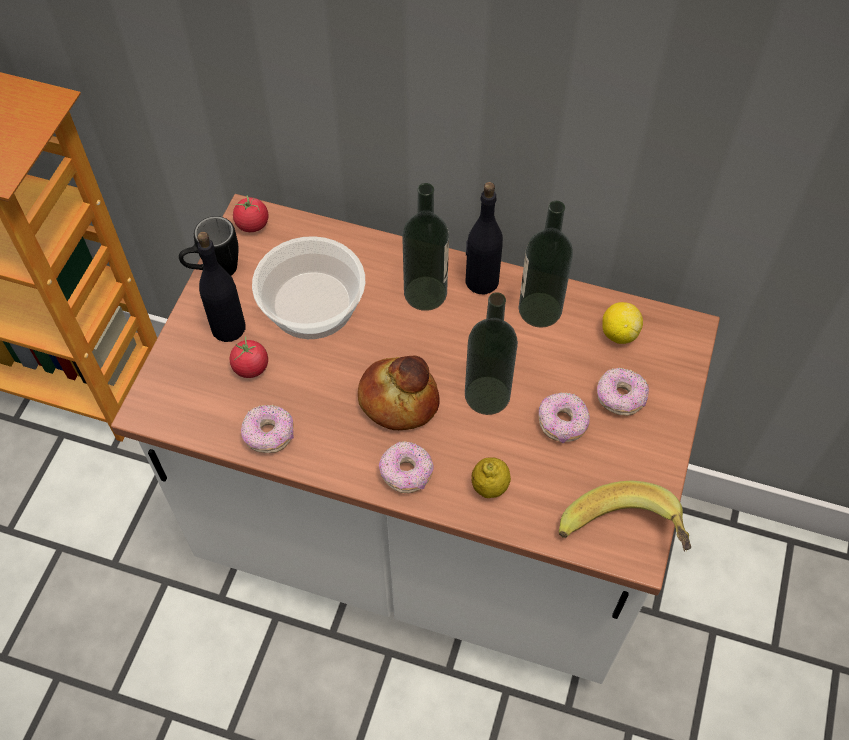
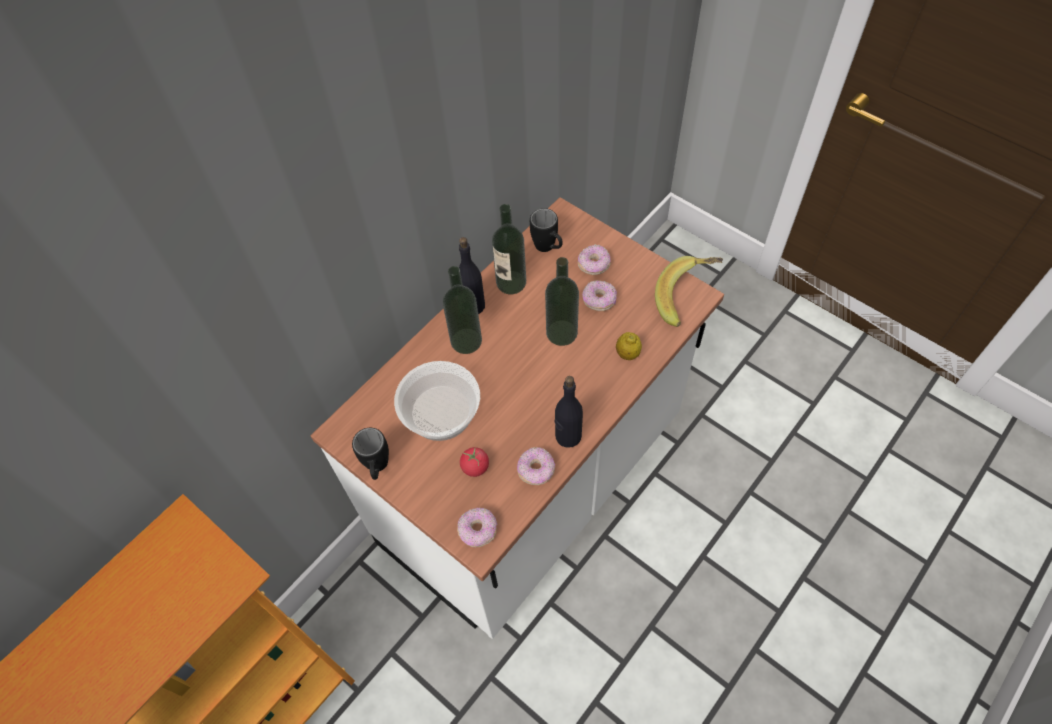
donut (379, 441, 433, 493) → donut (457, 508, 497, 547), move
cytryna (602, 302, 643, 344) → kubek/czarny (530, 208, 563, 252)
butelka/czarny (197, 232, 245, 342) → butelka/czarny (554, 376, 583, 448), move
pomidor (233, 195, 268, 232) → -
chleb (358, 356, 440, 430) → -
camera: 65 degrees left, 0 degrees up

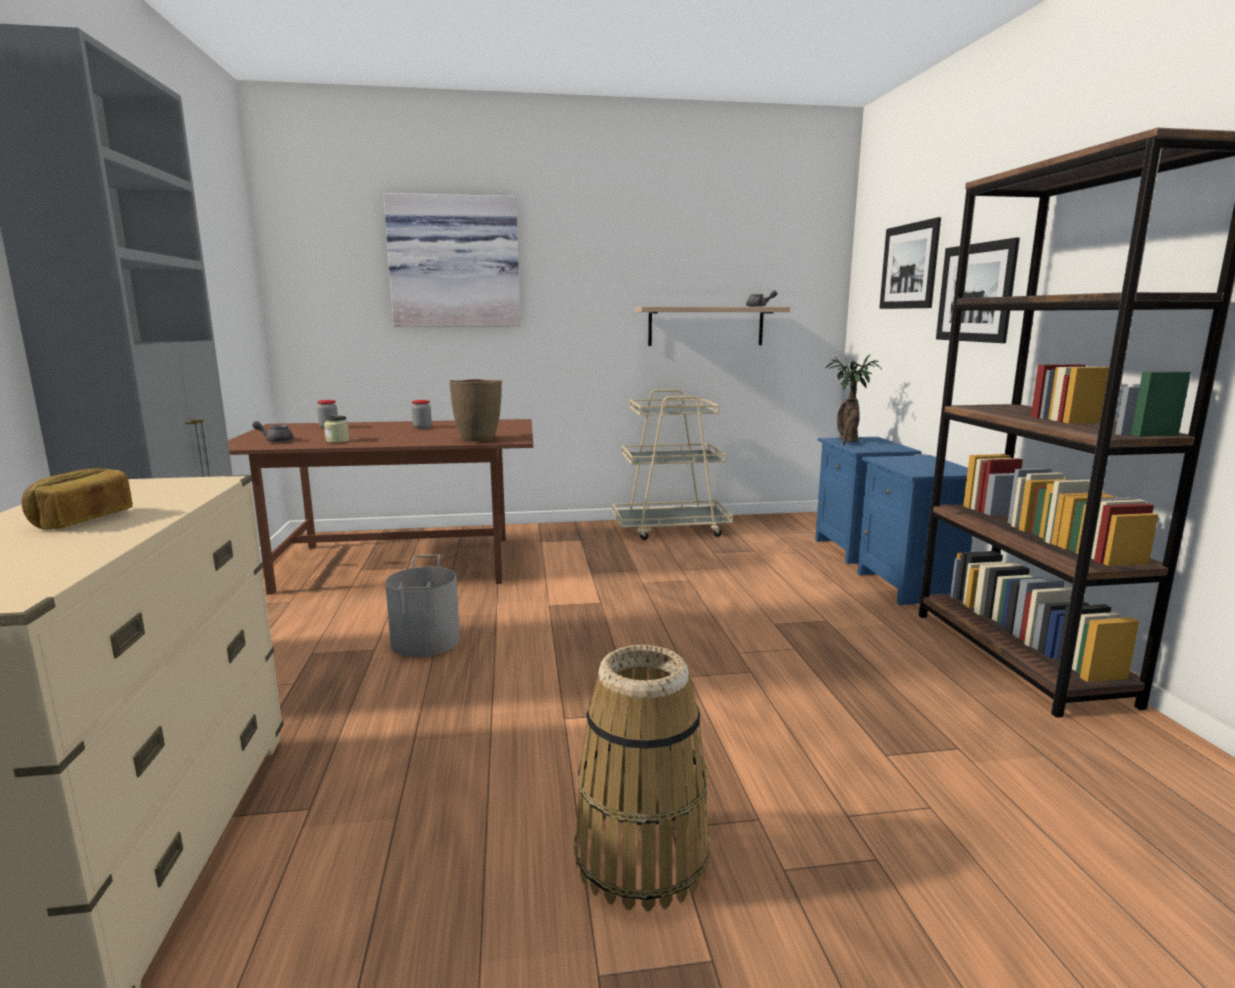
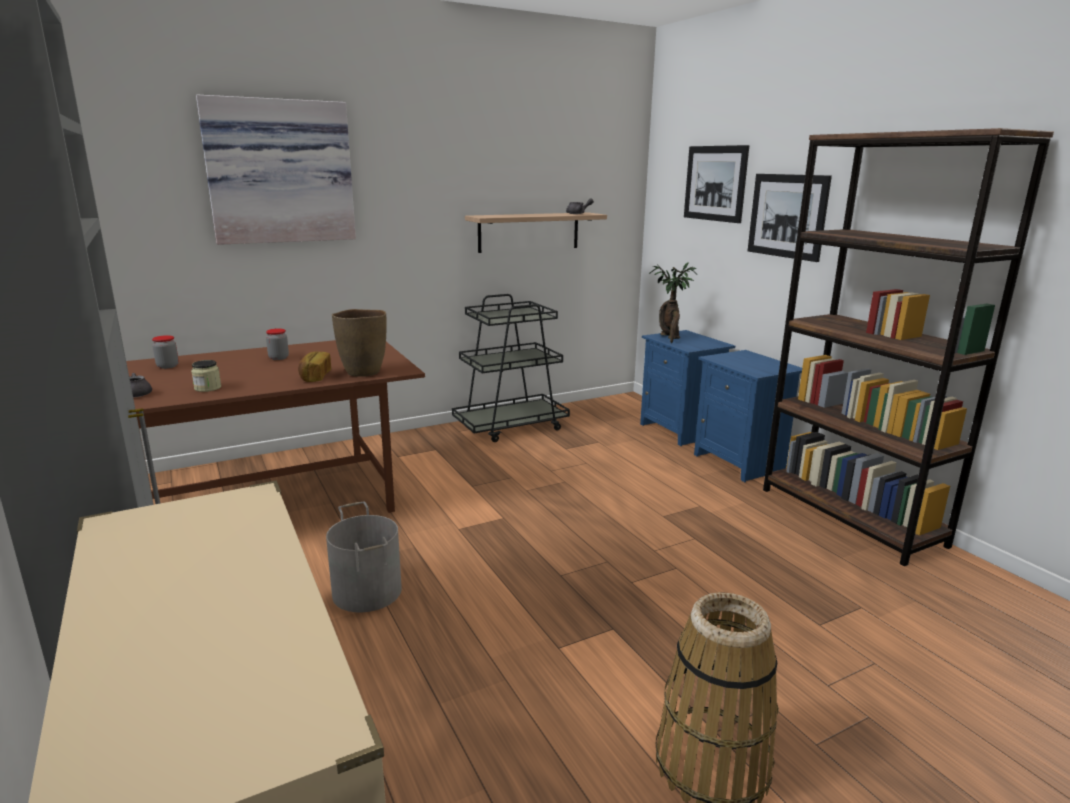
chleb (22, 468, 133, 530) → chleb (298, 352, 331, 382), move
wózek/beżowy (613, 389, 733, 540) → wózek/czarny (452, 294, 570, 442)
camera: 20 degrees left, 5 degrees up

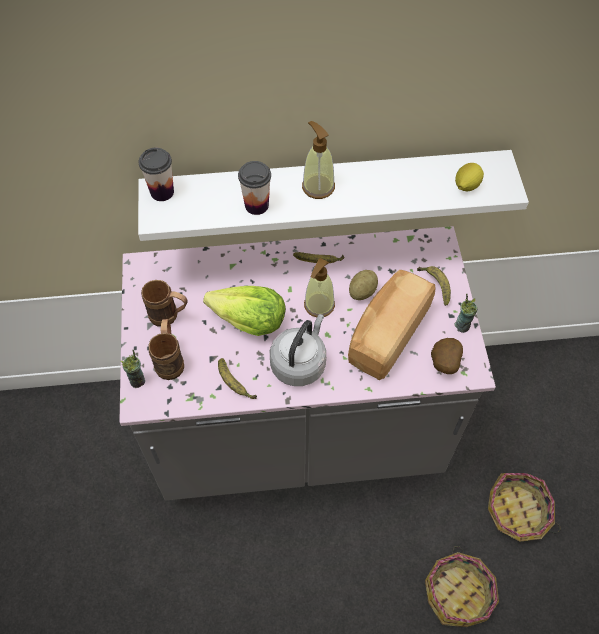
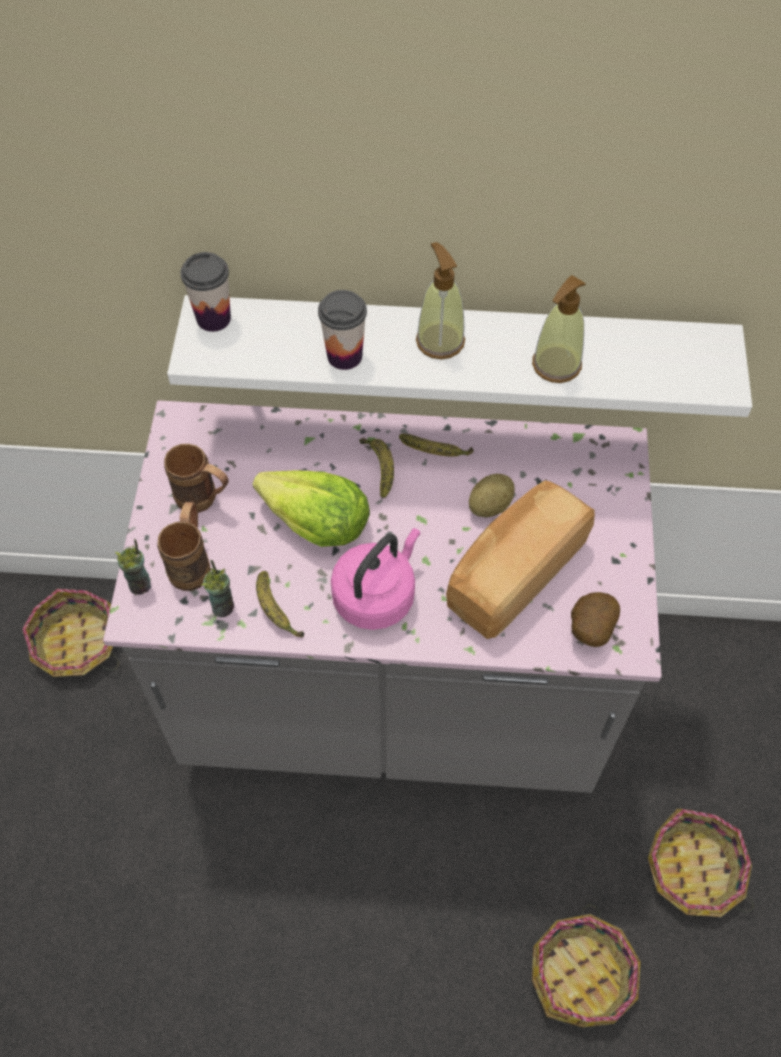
- → koszyk (22, 589, 120, 677)
filiżanka (454, 294, 477, 333) → filiżanka (201, 560, 234, 617), move
czajnik/szary (270, 314, 326, 386) → czajnik/różowy (331, 528, 420, 630)
banan (417, 266, 451, 306) → banan (359, 438, 394, 498), move
dozownik mydła (304, 258, 335, 317) → dozownik mydła (532, 275, 586, 383), move
cytryna (455, 163, 484, 191) → -
camera: 10 degrees right, 0 degrees up

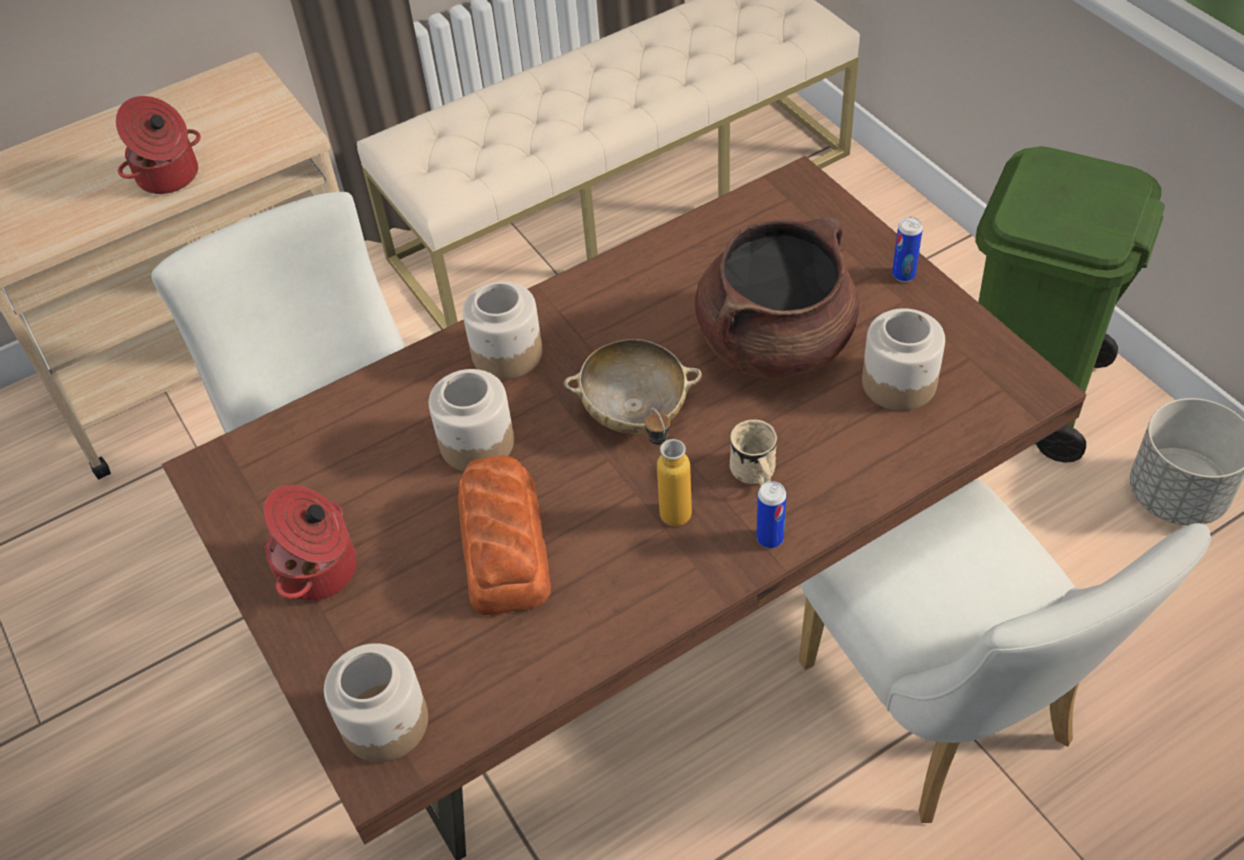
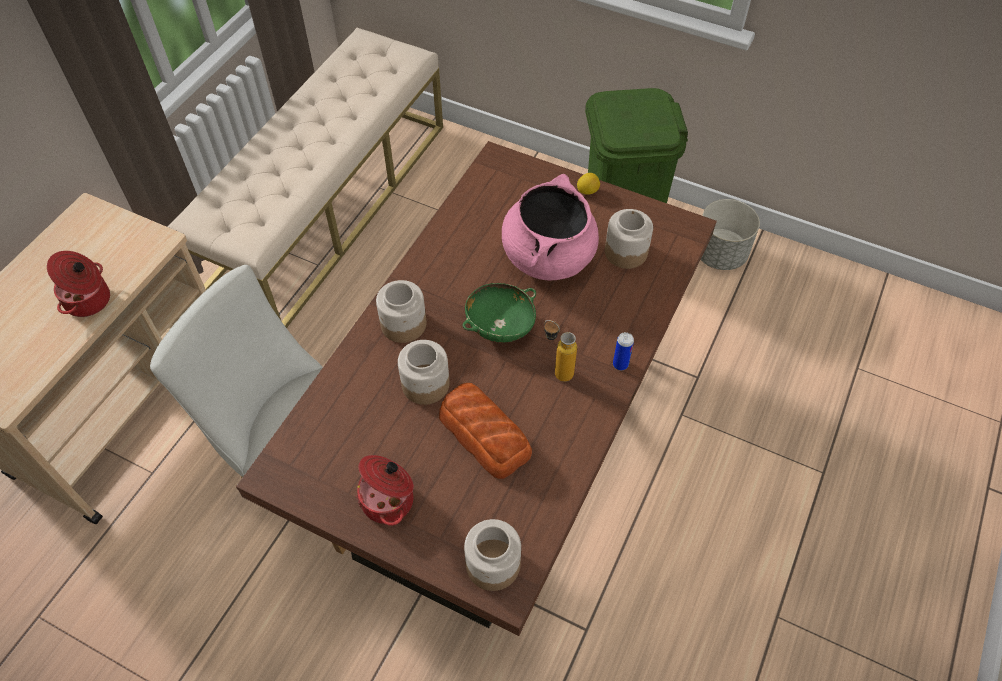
miska/beżowy (563, 339, 702, 434) → miska/zielony (462, 283, 536, 343)
garnek/brązowy (695, 218, 859, 379) → garnek/różowy (502, 174, 599, 281)
puszka (892, 217, 923, 282) → cytryna (577, 173, 600, 195)
kubek/beżowy (730, 419, 777, 486) → -
krzesło/biały (799, 480, 1211, 823) → -
camera: 35 degrees left, 5 degrees up

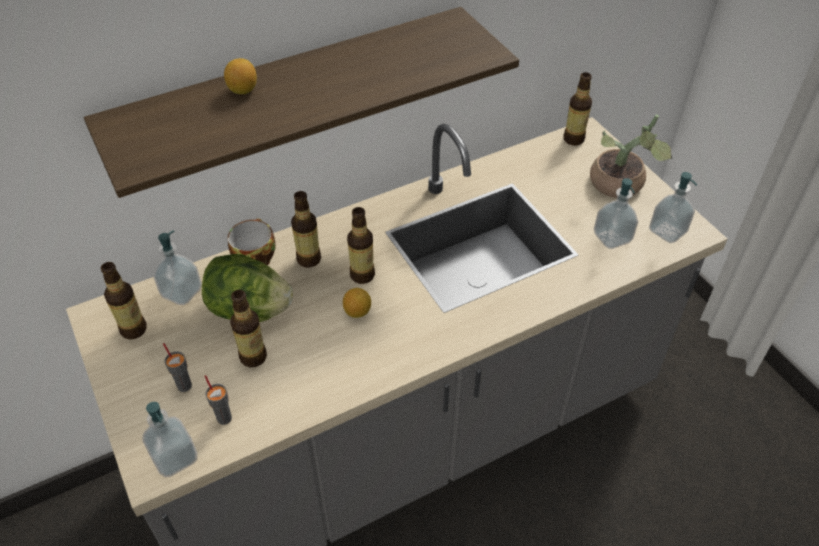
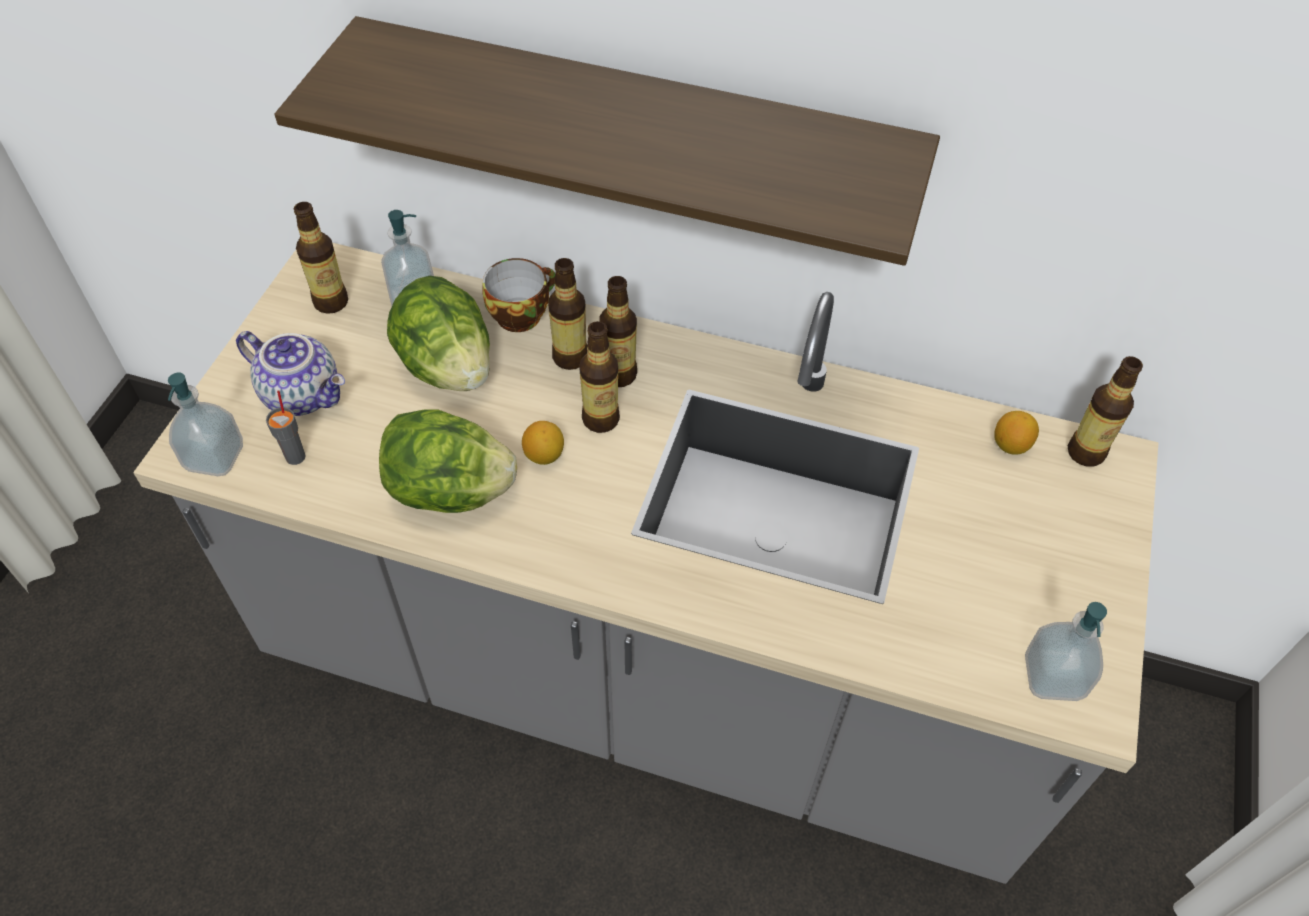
filiżanka/szary (163, 343, 192, 392) → imbryk (236, 331, 345, 416)
- → sałata (379, 410, 517, 513)
butelka (230, 290, 267, 367) → butelka (599, 276, 637, 387), move
cytryna (224, 58, 257, 94) → cytryna (994, 411, 1039, 455), move
roślina doniczkowa (590, 115, 672, 198) → -
dozownik mydła (594, 178, 638, 249) → -
camera: 45 degrees right, 5 degrees up

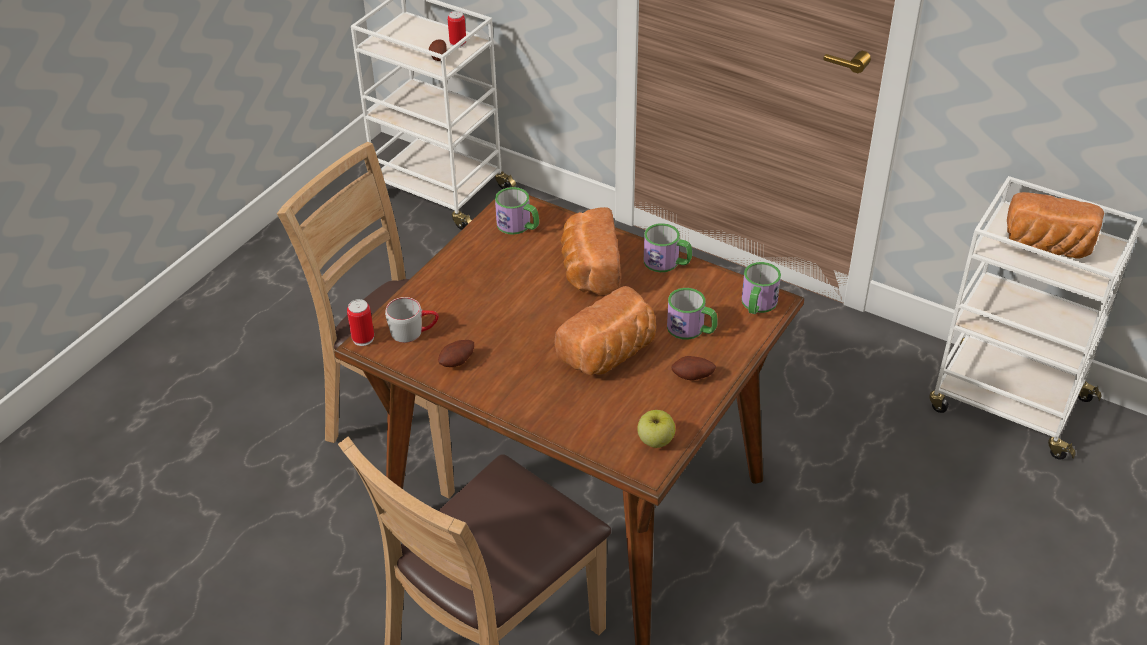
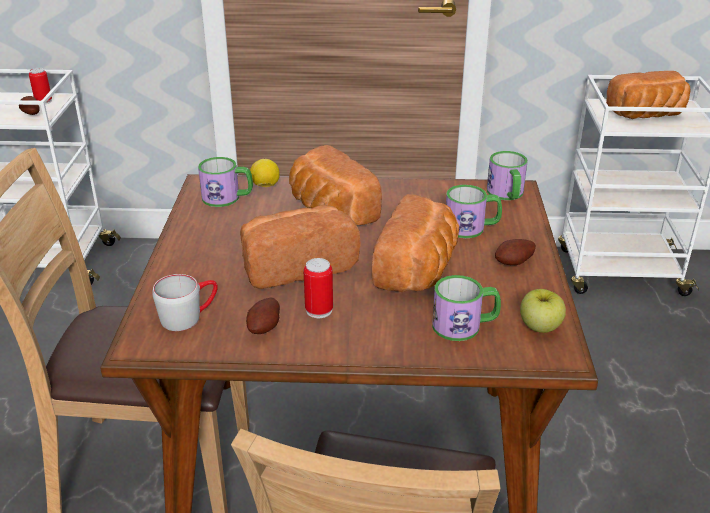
- → chleb (240, 205, 361, 289)
- → cytryna (250, 159, 279, 187)
puszka (347, 299, 374, 346) → puszka (304, 258, 333, 318), move
kubek (644, 223, 692, 272) → kubek (432, 275, 501, 341), move
camera: 30 degrees left, 10 degrees down

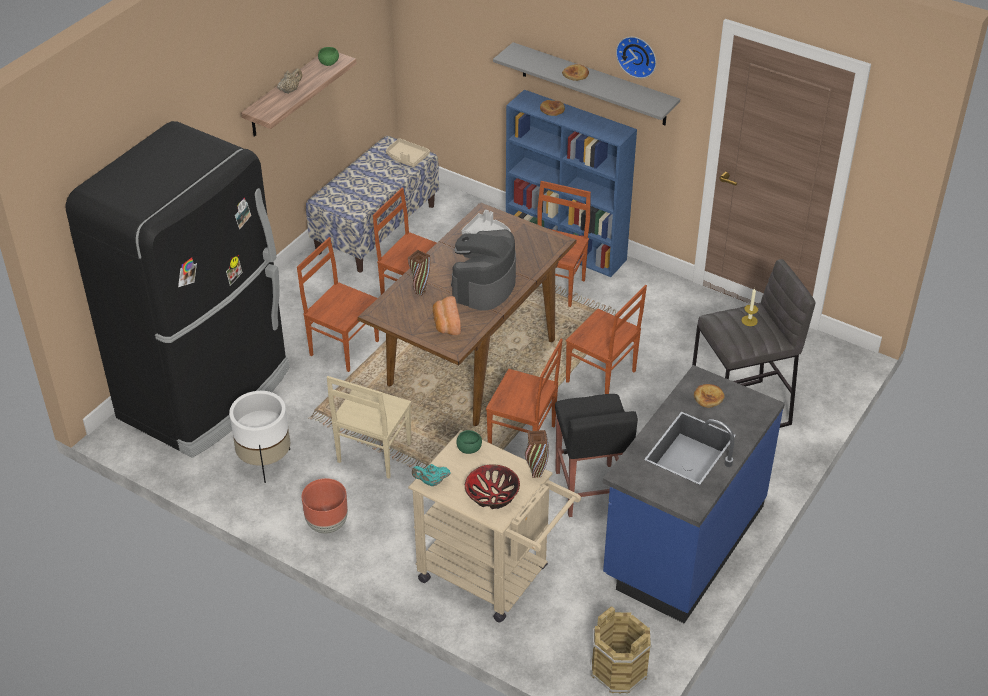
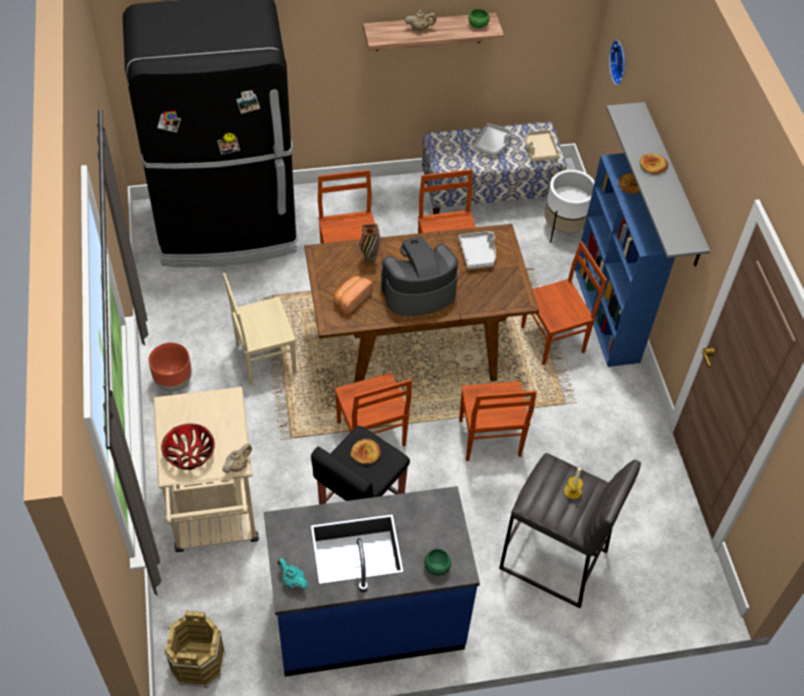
wazon/brązowy (525, 430, 549, 478) → imbryk/beżowy (222, 444, 252, 473)
imbryk/turkusowy (412, 464, 451, 486) → imbryk/turkusowy (278, 558, 308, 590), move
chleb (694, 384, 725, 408) → chleb (350, 439, 381, 464), move
miska/zielony (456, 430, 482, 454) → miska/zielony (424, 548, 451, 576), move
- → taca/szary (473, 123, 514, 156)
donica/biały (229, 391, 290, 483) → donica/biały (545, 170, 595, 243), move
zegar ścienny (616, 37, 656, 78) → zegar ścienny (609, 40, 625, 85), move
camera: 45 degrees right, 10 degrees up

